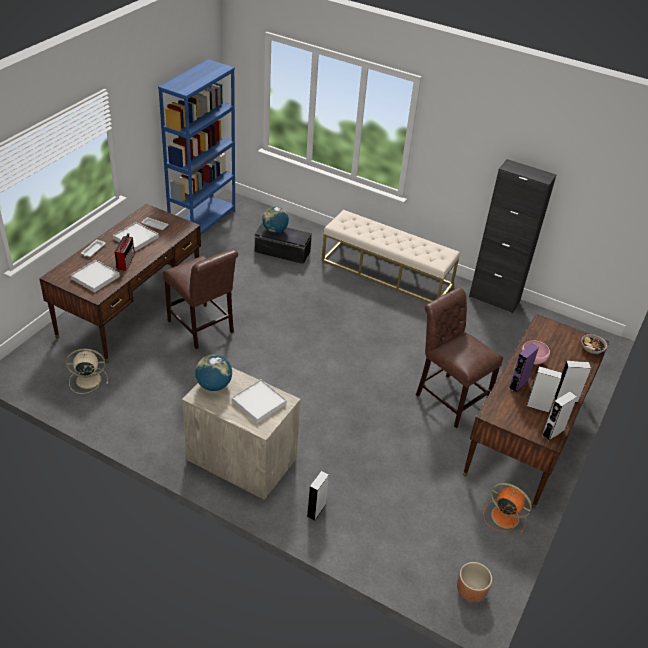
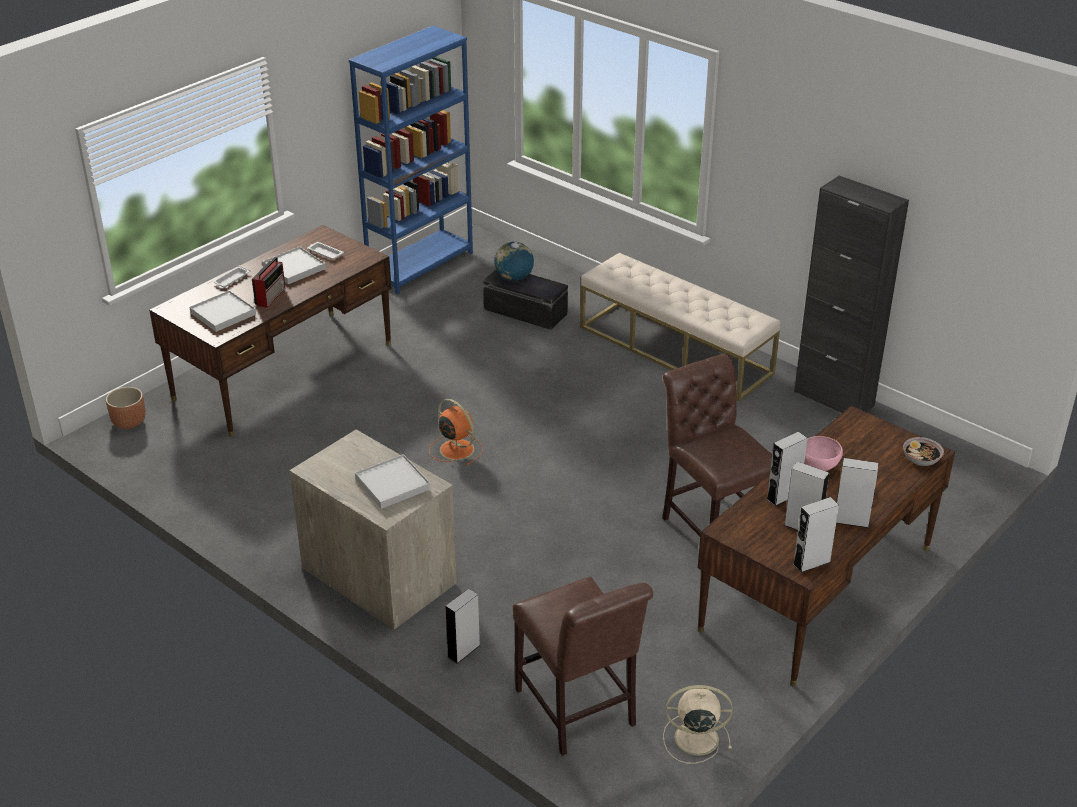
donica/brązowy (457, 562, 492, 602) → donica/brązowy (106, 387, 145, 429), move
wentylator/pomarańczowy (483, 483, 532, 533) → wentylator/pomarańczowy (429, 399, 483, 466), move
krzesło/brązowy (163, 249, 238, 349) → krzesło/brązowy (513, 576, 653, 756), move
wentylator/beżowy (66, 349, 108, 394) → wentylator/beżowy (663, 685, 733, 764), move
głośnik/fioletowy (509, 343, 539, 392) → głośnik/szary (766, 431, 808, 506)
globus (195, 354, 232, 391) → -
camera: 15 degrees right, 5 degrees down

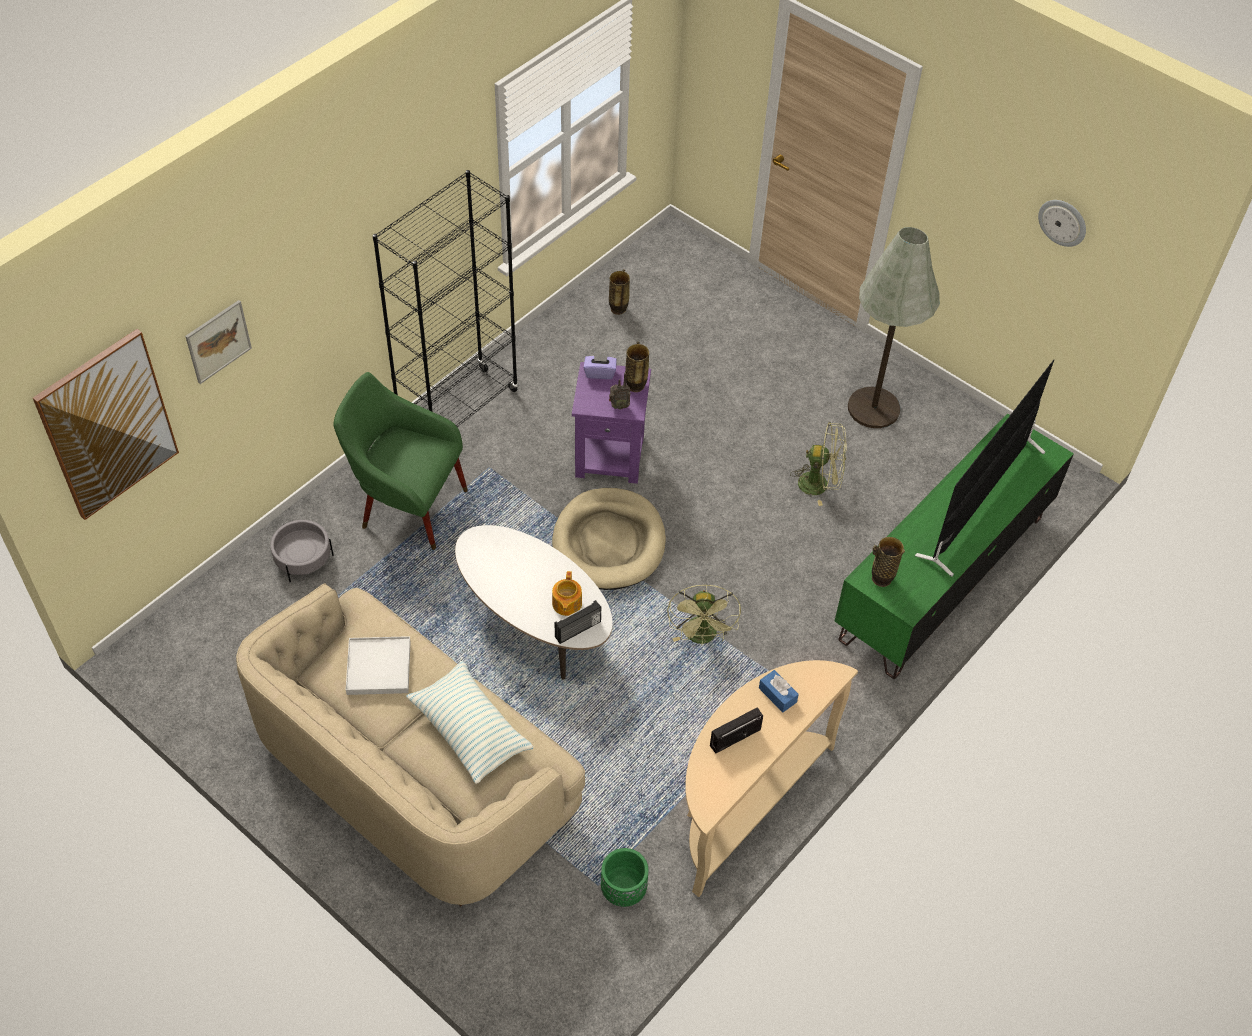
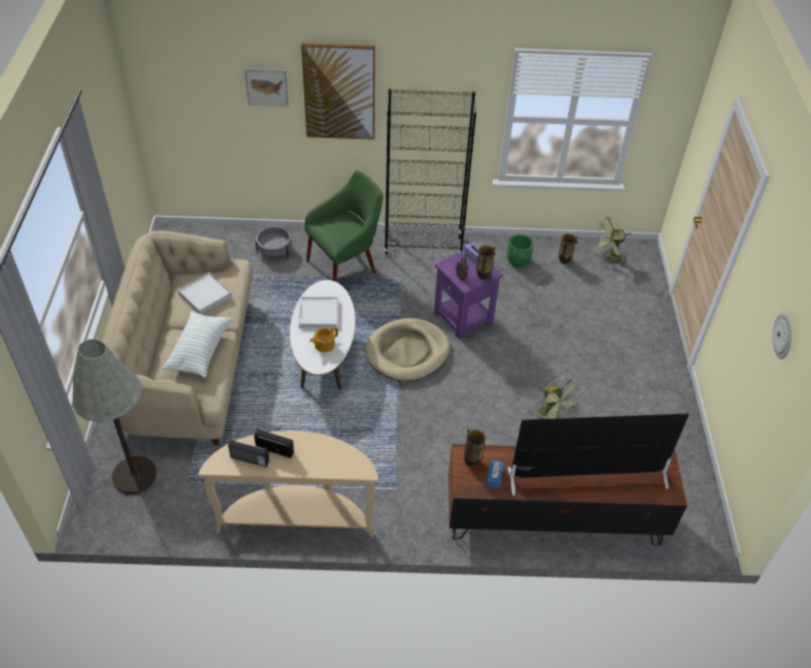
lampa stojąca/szary (848, 227, 940, 428) → lampa stojąca/szary (73, 339, 157, 494), move
radio (555, 600, 601, 644) → radio (228, 439, 269, 467), move
- → taca/biały (299, 297, 338, 328)
obraz (33, 329, 179, 520) → obraz (301, 43, 375, 140), move
fotel/zielony (333, 372, 468, 550) → fotel/zielony (305, 170, 383, 282), 75 degrees clockwise
szafka pod telewizor/zielony (835, 413, 1074, 679) → szafka pod telewizor/brązowy (448, 444, 687, 546)
pudełko chusteczek/niebieski (759, 670, 799, 712) → pudełko chusteczek/niebieski (486, 460, 504, 489), move
donica/zielony (601, 848, 648, 907) → donica/zielony (507, 234, 534, 267), move
wentylator/zielony (667, 584, 741, 645) → wentylator/zielony (593, 216, 632, 267), move
camera: 50 degrees right, 5 degrees down

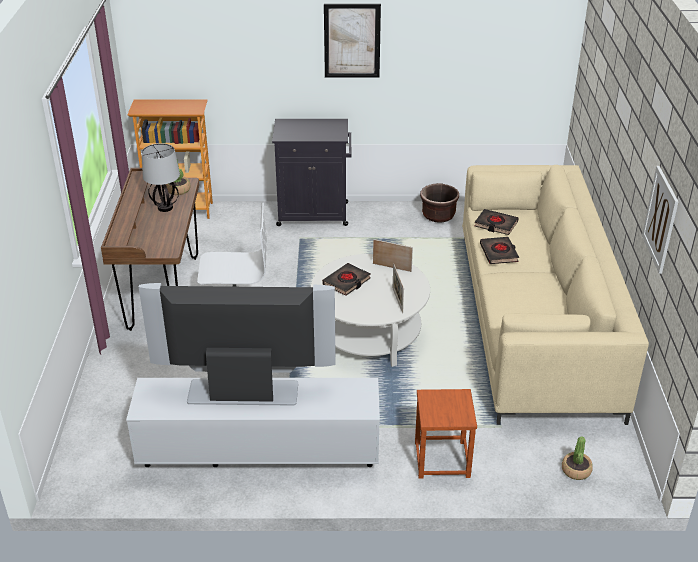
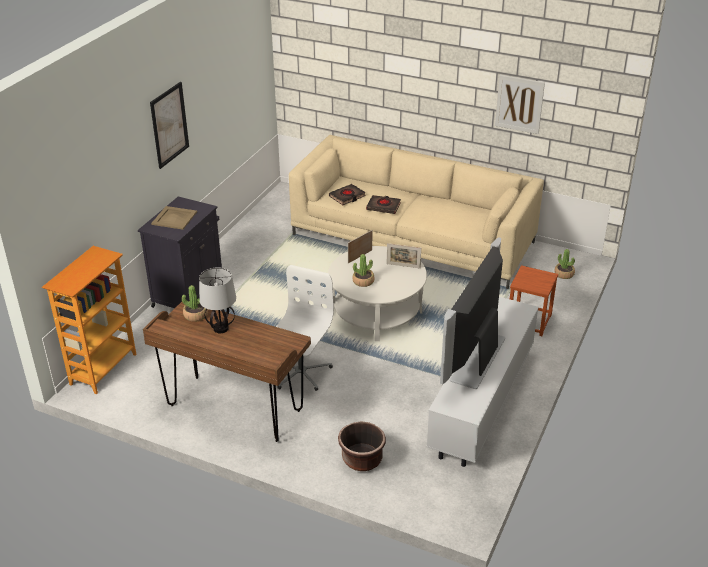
- → taca/beżowy (151, 206, 197, 230)
donica/brązowy (420, 183, 459, 223) → donica/brązowy (338, 421, 386, 471), move
książka/czarny (322, 263, 370, 296) → roślina doniczkowa (352, 254, 375, 287)
camera: 65 degrees left, 0 degrees up

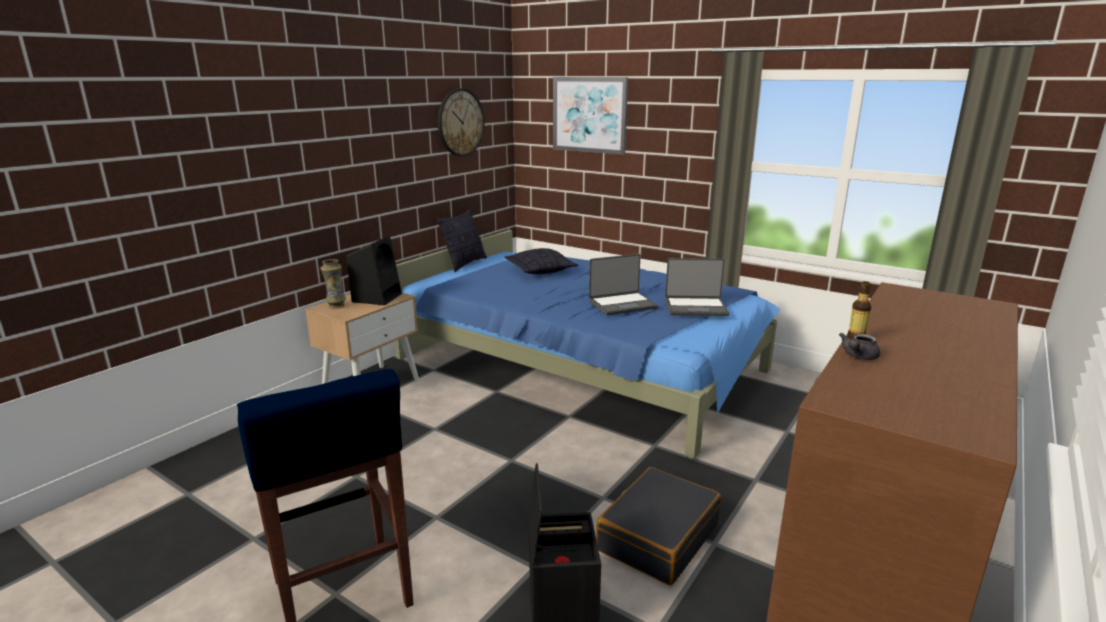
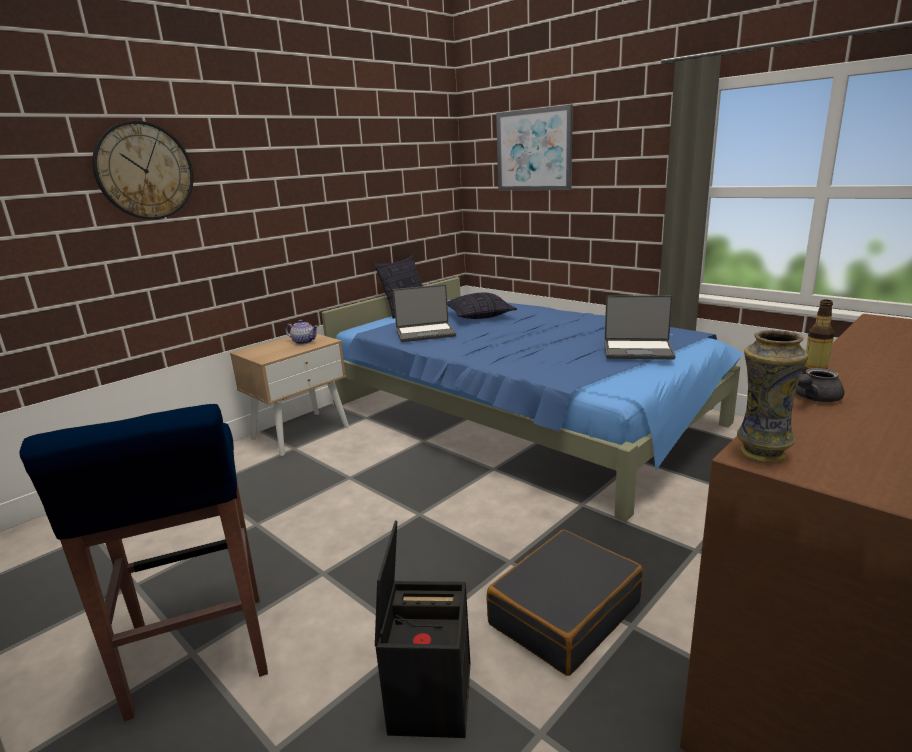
zegar ścienny (438, 88, 485, 156) → zegar ścienny (92, 121, 194, 219), move
głośnik/czarny (346, 236, 402, 305) → imbryk (285, 320, 318, 345)
laptop (589, 254, 658, 315) → laptop (393, 284, 456, 342), move
wazon (320, 259, 346, 309) → wazon (737, 330, 808, 463), move
camera: 10 degrees right, 0 degrees up

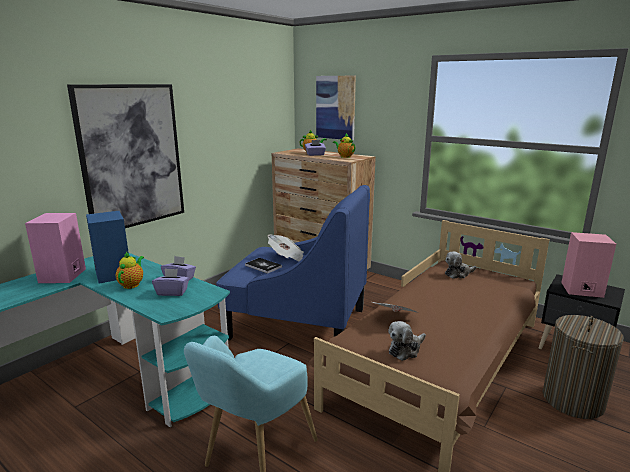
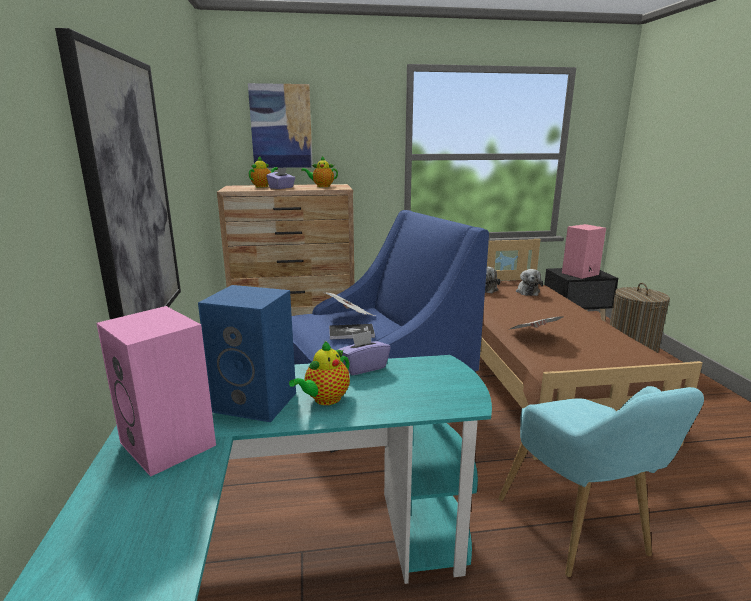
imbryk (116, 252, 144, 289) → imbryk (289, 341, 350, 405), 105 degrees counterclockwise
pluszak (388, 321, 426, 361) → pluszak (516, 269, 543, 296), move
pudełko chusteczek/fioletowy (152, 269, 189, 296) → -
camera: 45 degrees left, 0 degrees up

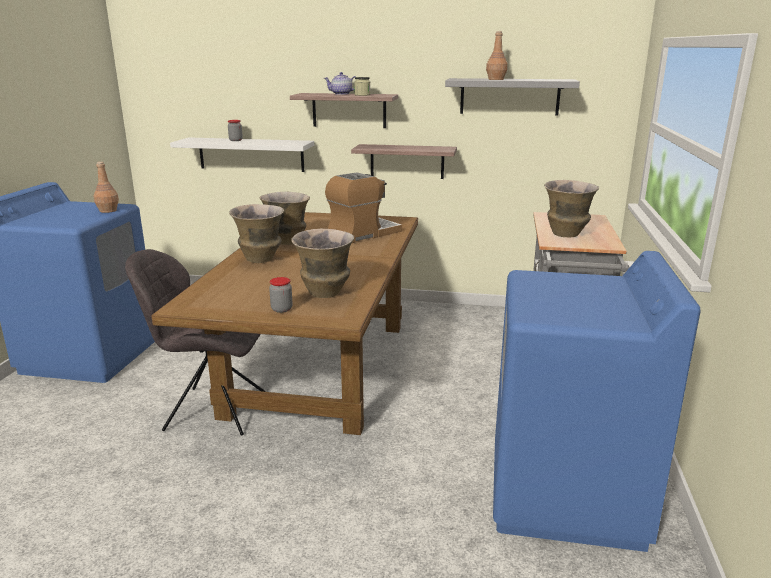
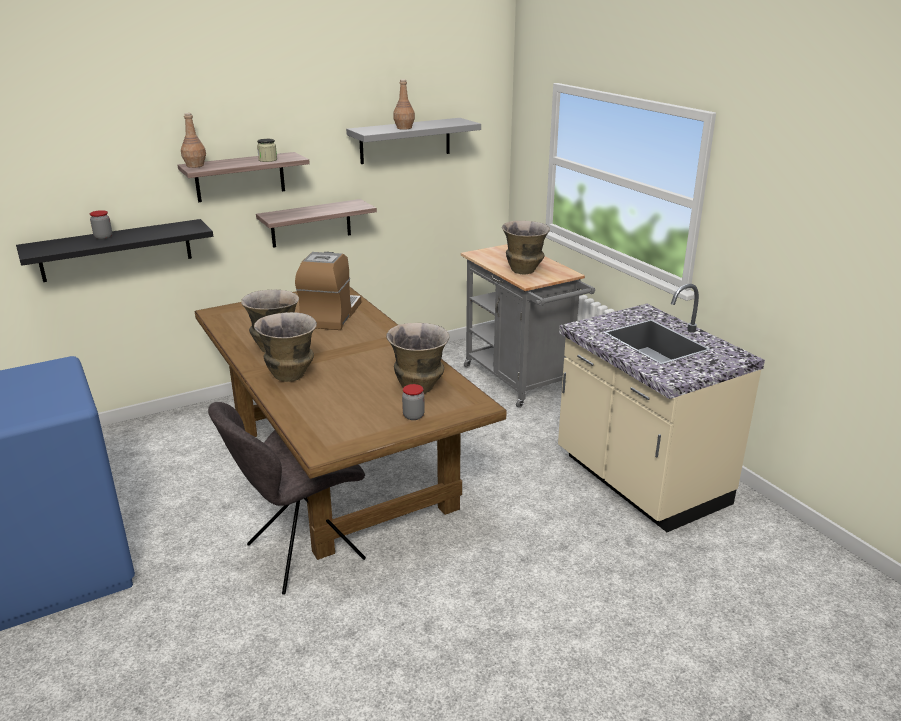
półka/biały (170, 137, 314, 172) → półka/czarny (16, 219, 213, 282)
butelka/brązowy (94, 162, 119, 213) → butelka/brązowy (181, 113, 206, 168), move
pralka/niebieski (493, 251, 701, 552) → zabudowa kuchenna/beżowy (558, 284, 765, 532)
imbryk (324, 72, 356, 95) → -
camera: 40 degrees left, 5 degrees up

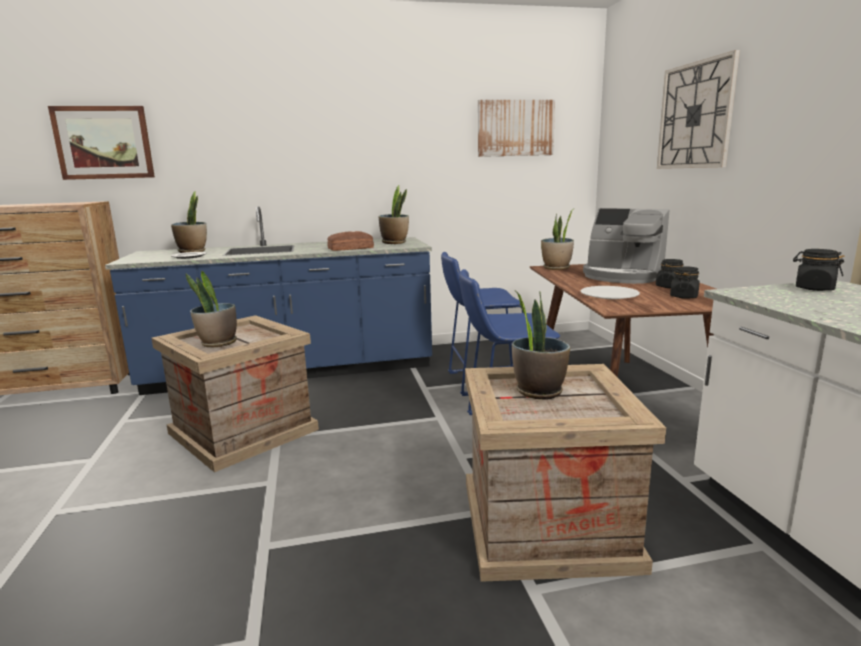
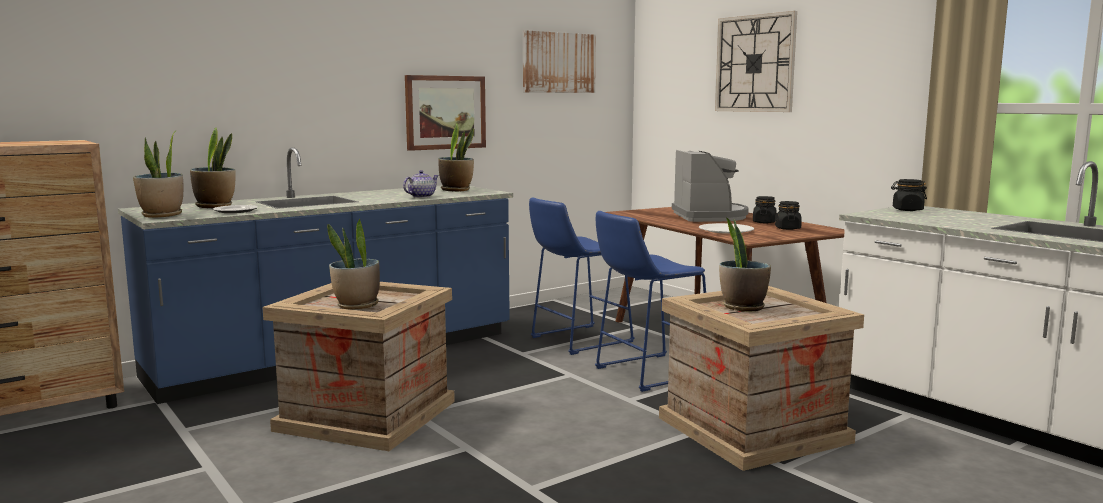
roślina doniczkowa (541, 210, 574, 270) → roślina doniczkowa (133, 131, 184, 218), move
chleb (327, 231, 374, 251) → imbryk (403, 170, 439, 198)
obraz (48, 106, 155, 180) → obraz (405, 75, 486, 151), move
ekspres do kawy (583, 208, 670, 284) → ekspres do kawy (672, 150, 749, 222), 105 degrees counterclockwise
camera: 25 degrees left, 5 degrees down

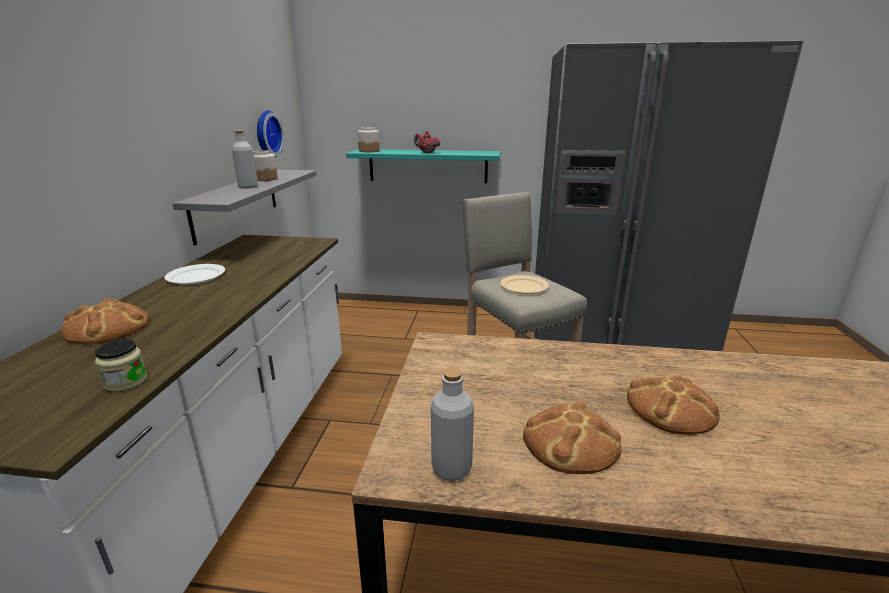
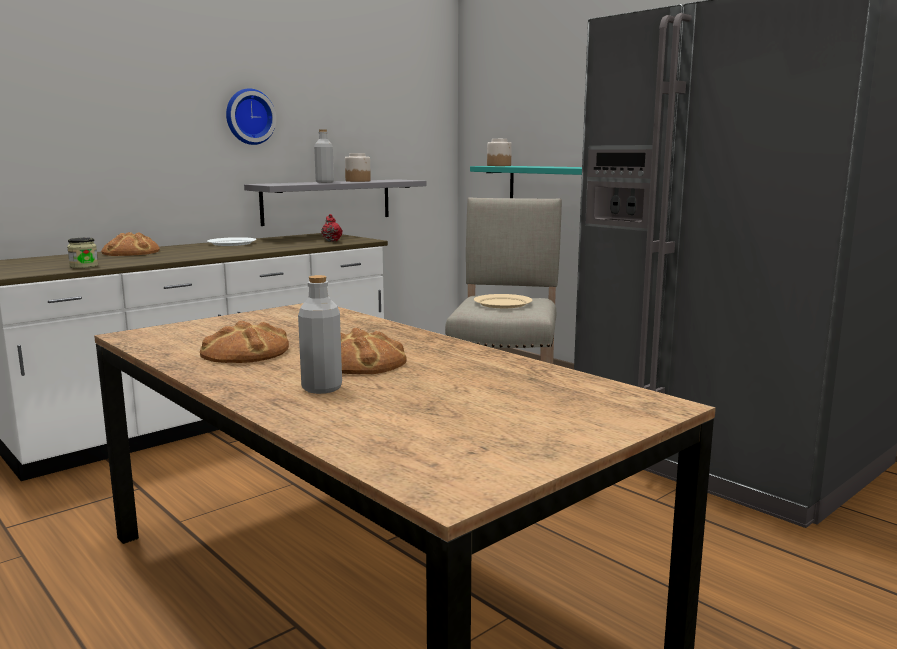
zegar ścienny (257, 110, 284, 157) → zegar ścienny (226, 88, 276, 145), move
butelka/szary (431, 368, 474, 481) → butelka/szary (298, 275, 342, 394), move
imbryk/czerwony (414, 131, 440, 153) → imbryk/czerwony (321, 214, 343, 242), move
camera: 40 degrees right, 10 degrees down

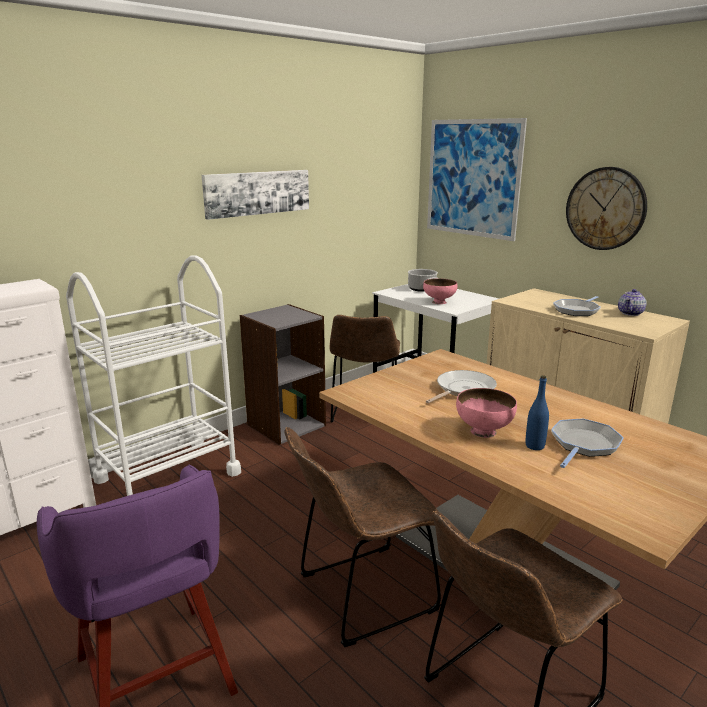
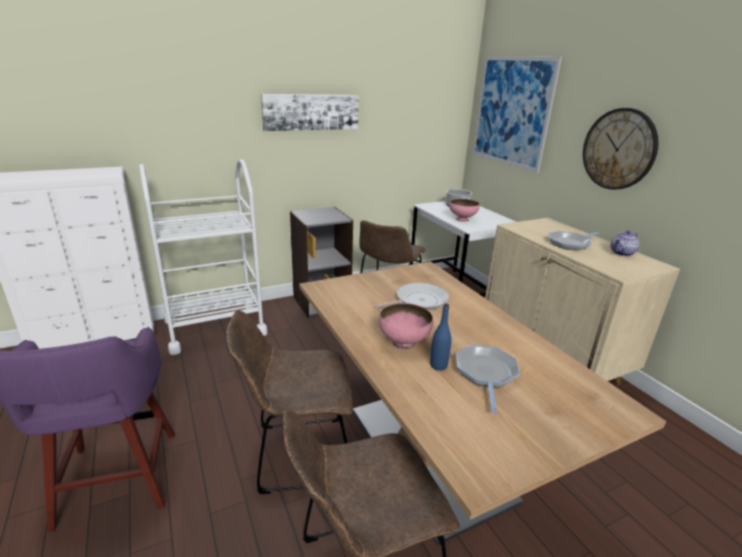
patelnia (551, 419, 624, 468) → patelnia (456, 345, 520, 414), 45 degrees counterclockwise
camera: 15 degrees right, 5 degrees up

